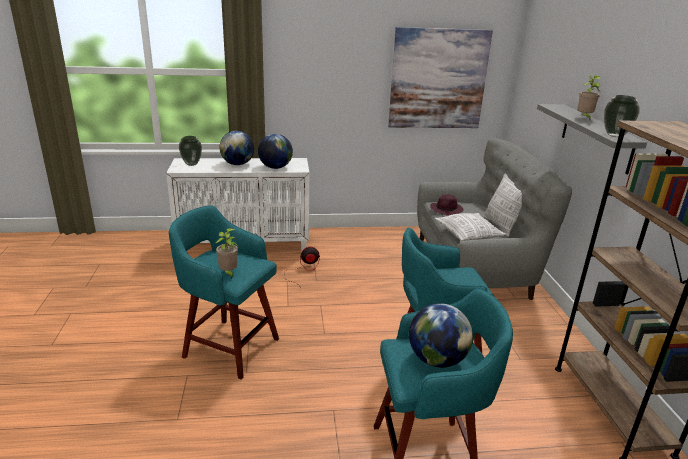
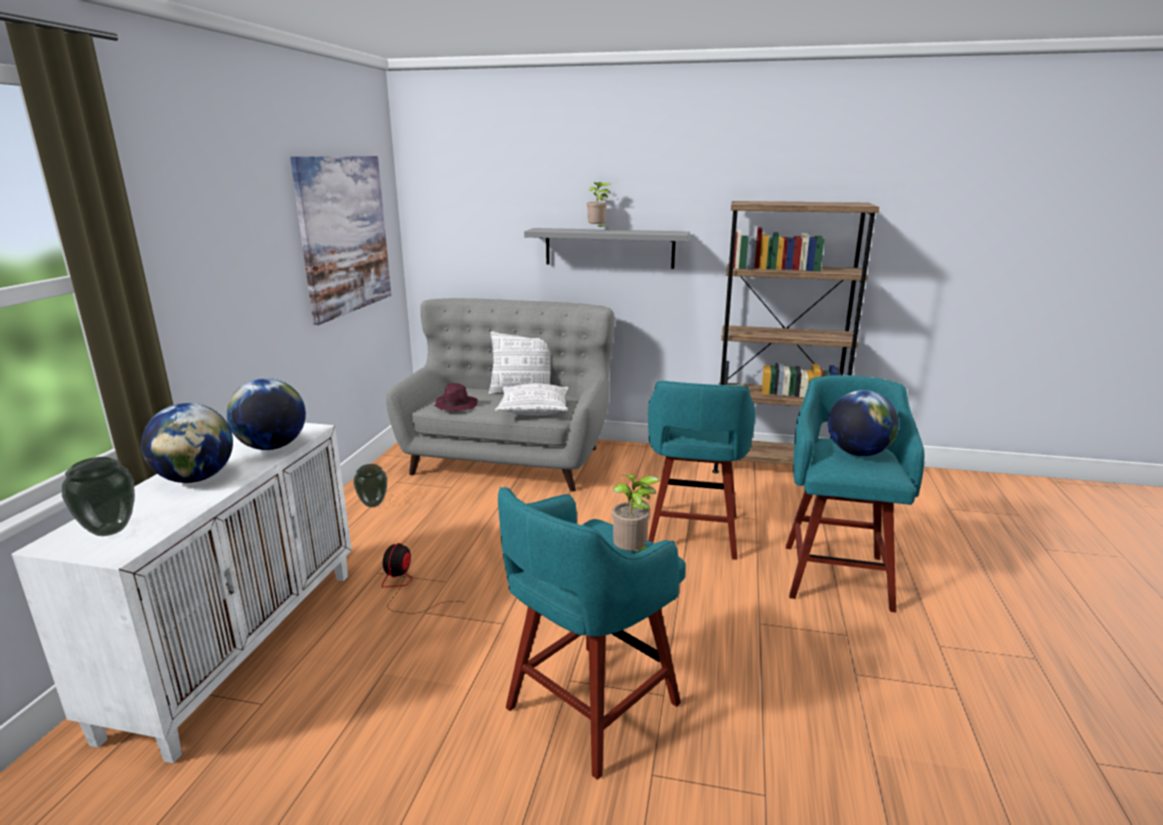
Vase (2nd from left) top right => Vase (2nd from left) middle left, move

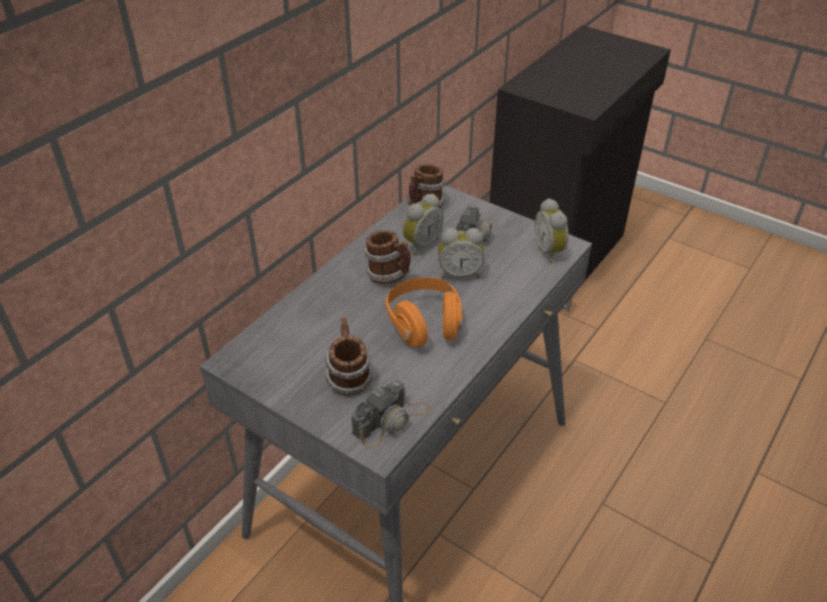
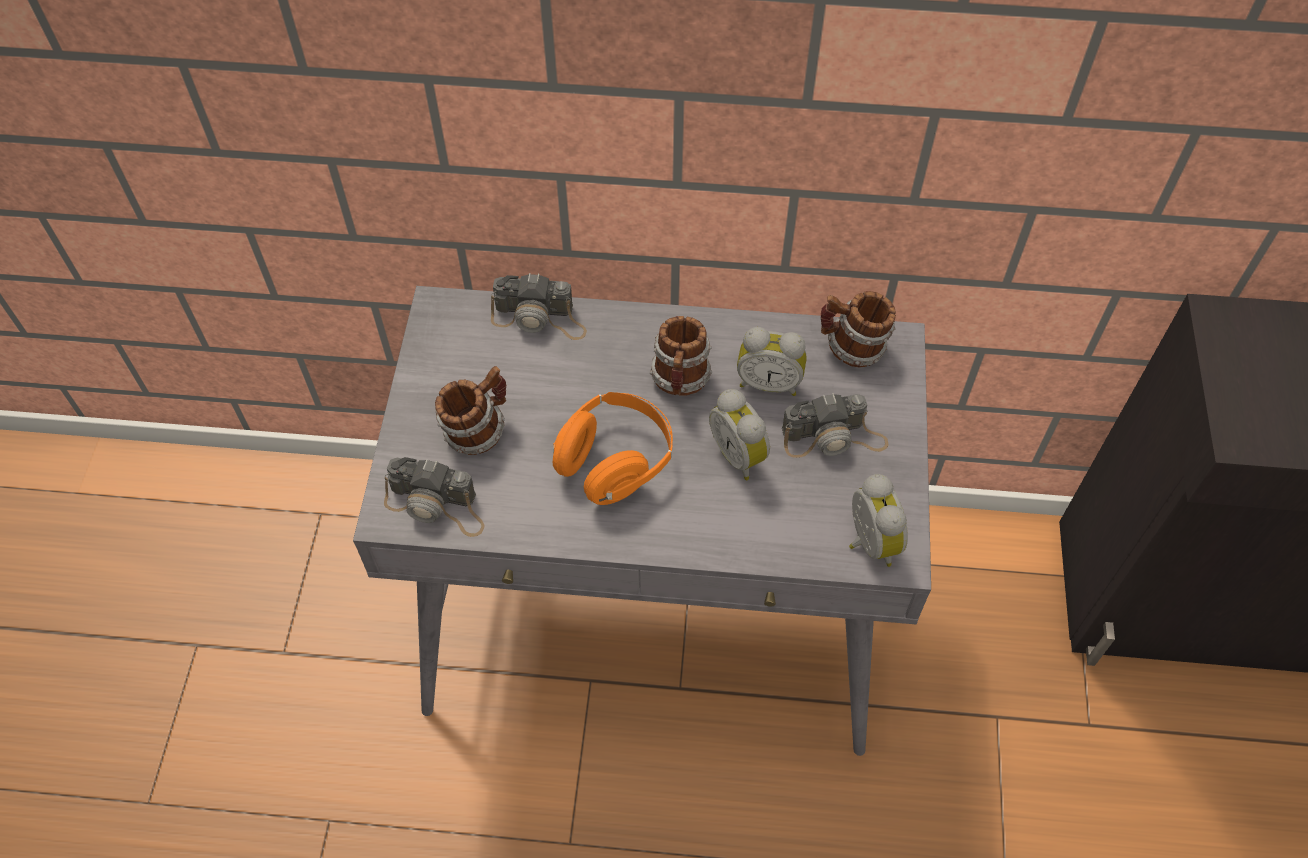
nothing => PhotoCamera (2nd from left) centre
AlarmClock (3rd from left) centre => AlarmClock (3rd from left) middle right, 120 degrees clockwise

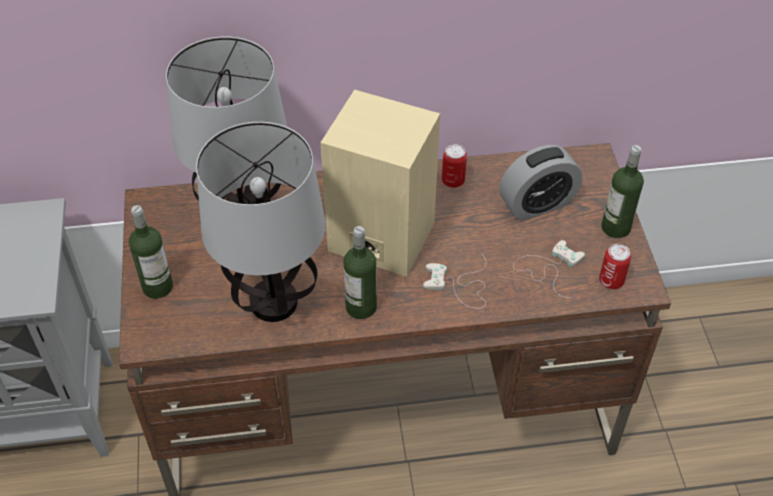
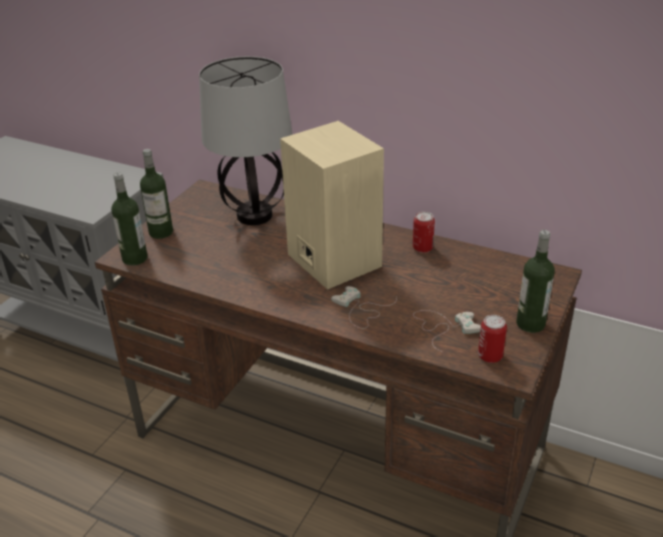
Bottle (2nd from left in the first image) centre => Bottle (1st from left) middle left, move
TableLamp (2nd from left) centre => nothing
AlarmClock middle right => nothing

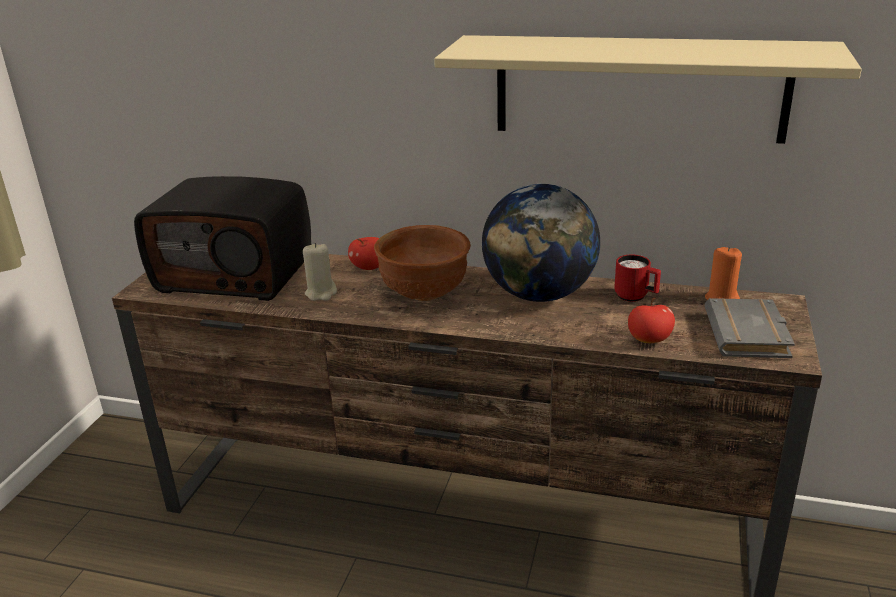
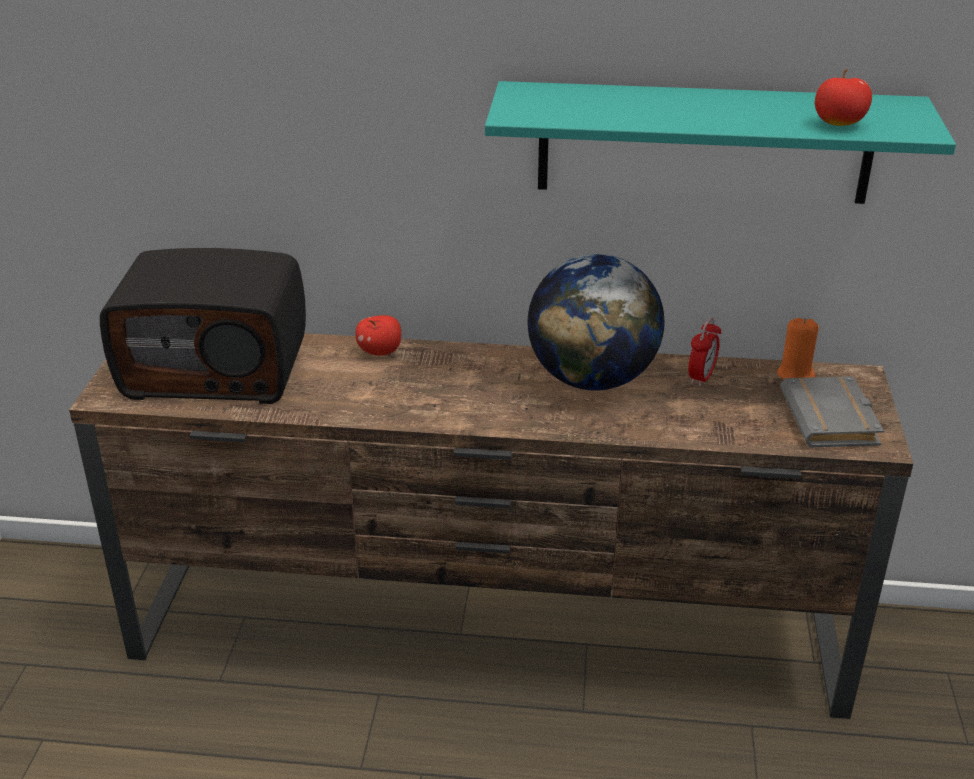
BeigeShelf top right => TurquoiseShelf top right
RedMug middle right => AlarmClock middle right
Apple (2nd from left) middle right => Apple (2nd from left) top right, move
BeigeCandle centre => nothing
BrownBowl centre => nothing

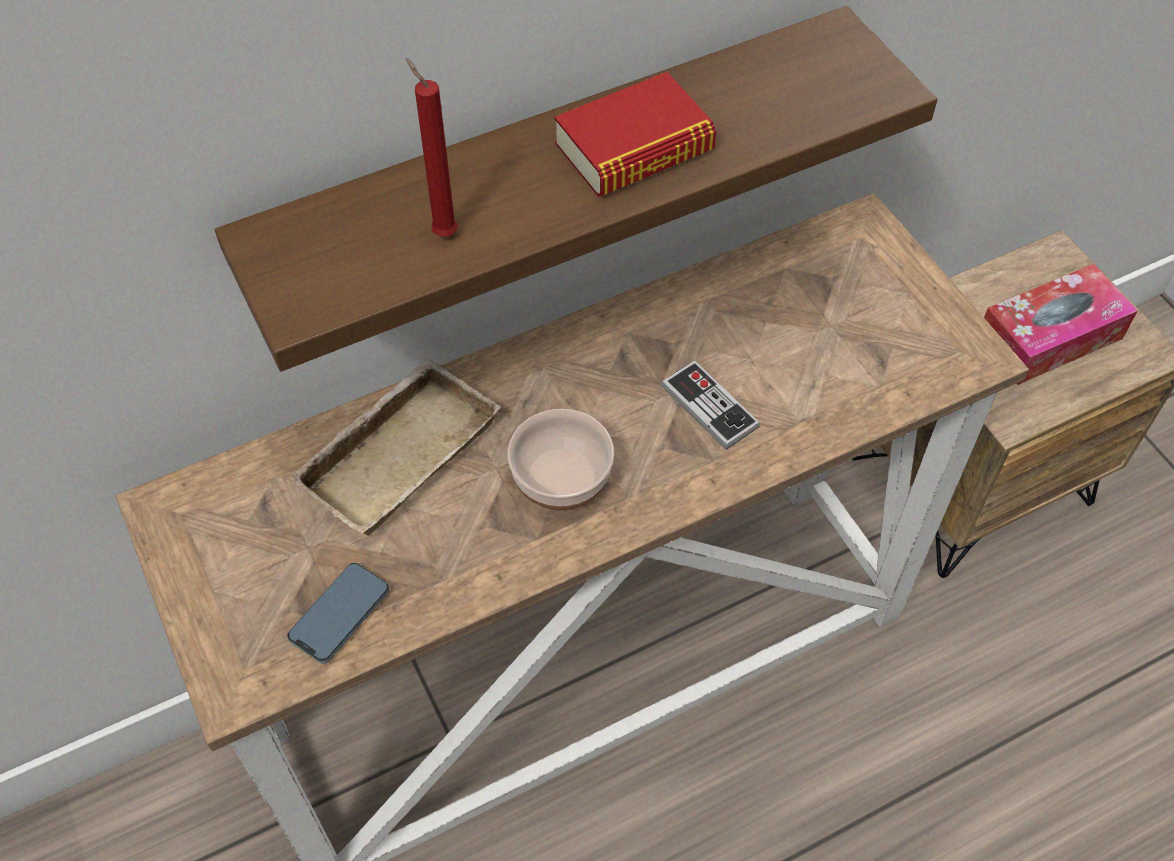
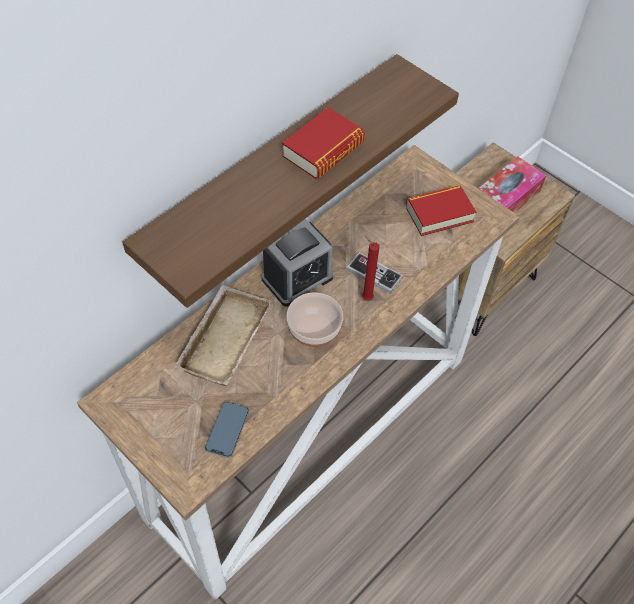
nothing => AlarmClock centre
RedCandle top centre => RedCandle centre, move
nothing => Book (2nd from left) middle right

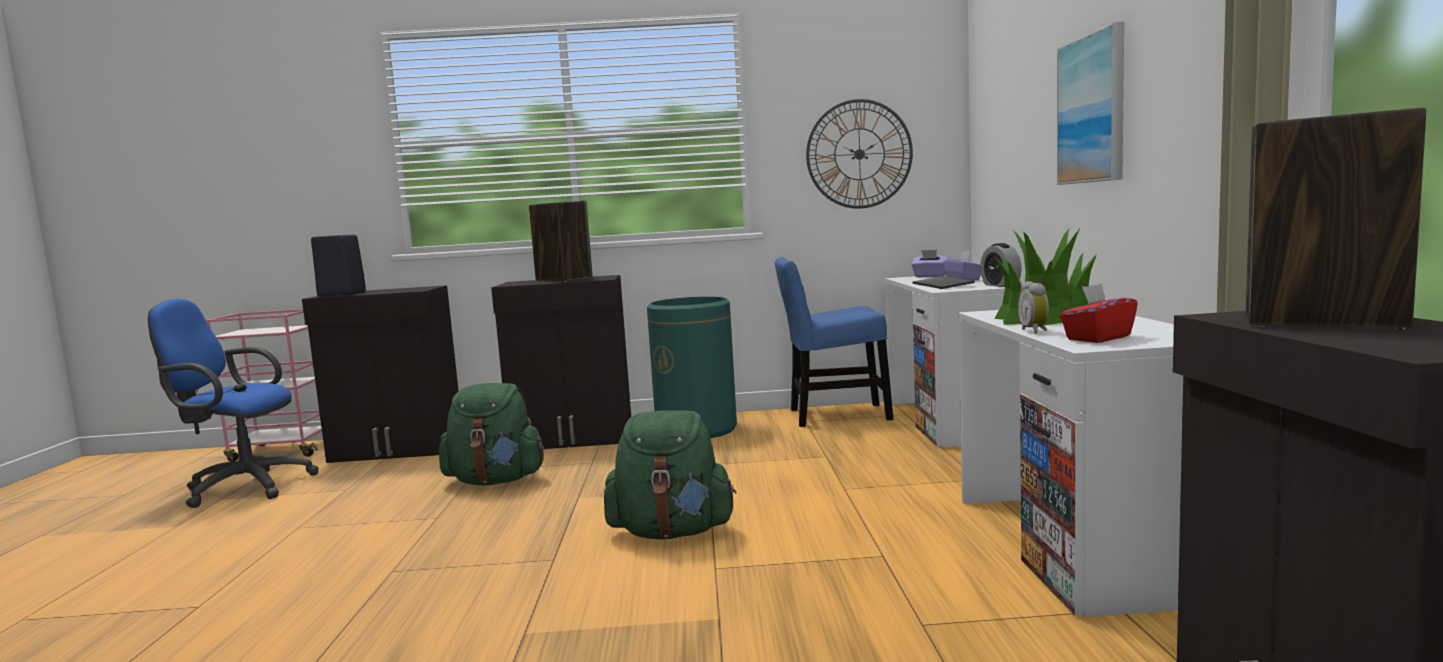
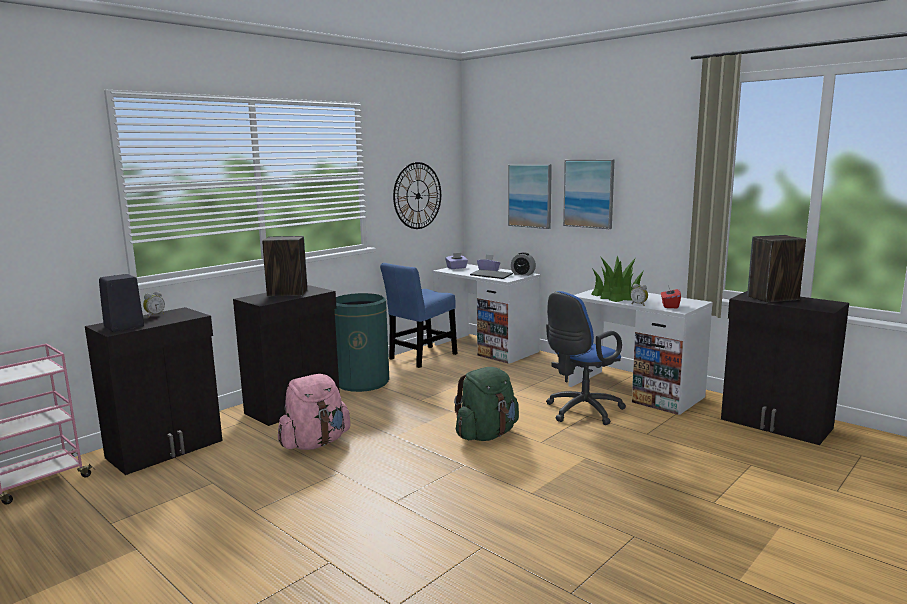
nothing => AlarmClock (1st from left) middle left
GreenBackpack (1st from left) centre => PinkBackpack bottom centre
nothing => Picture (1st from left) top centre
BlueOfficeChair middle left => BlueOfficeChair centre, move

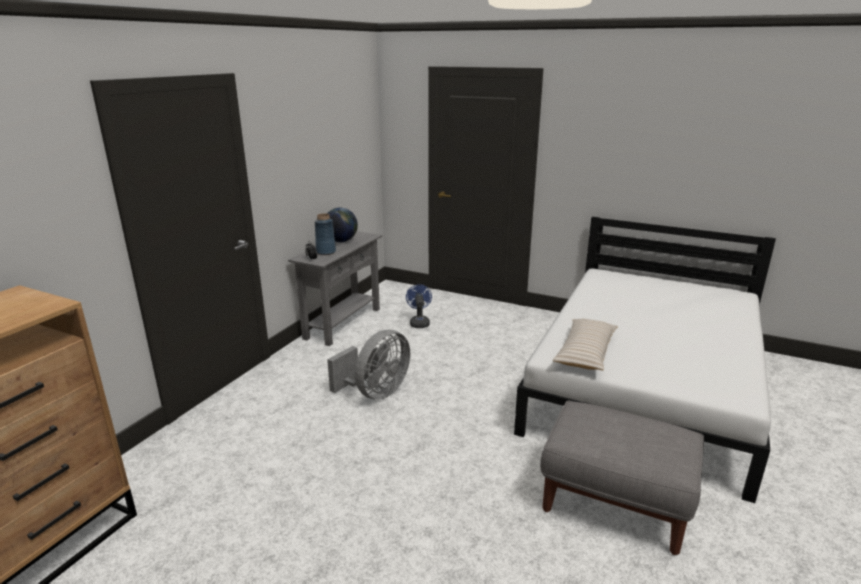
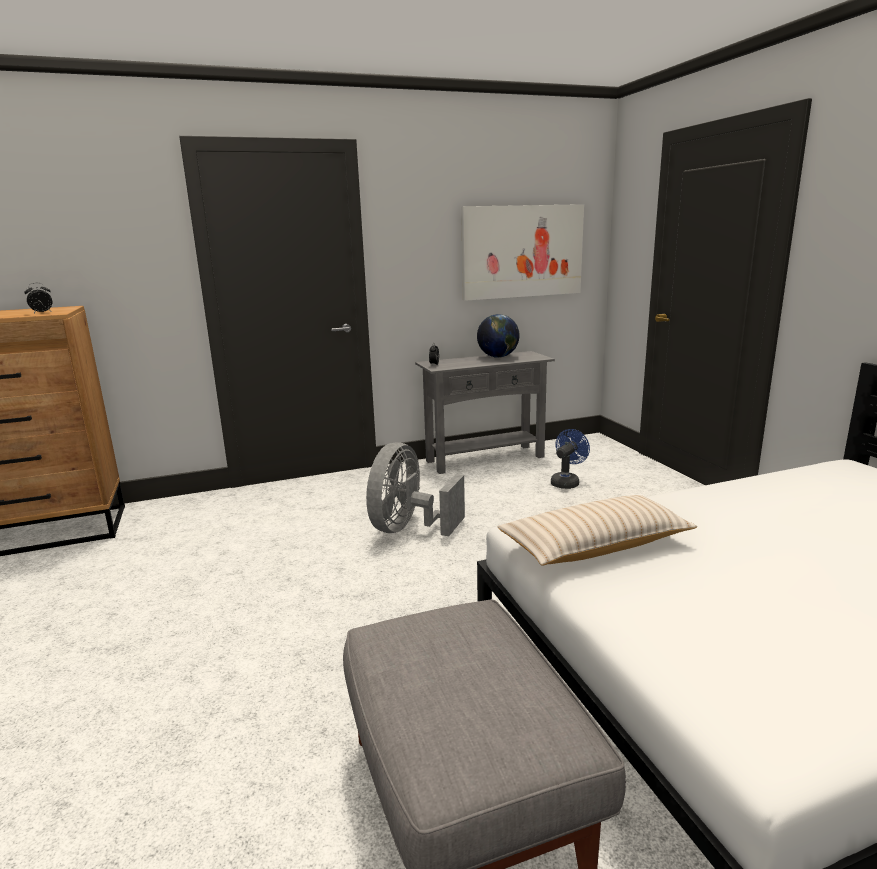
nothing => AlarmClock (1st from left) middle left
GreyFan centre, 120 degrees clockwise
nothing => Picture top centre
BlueVase centre => nothing

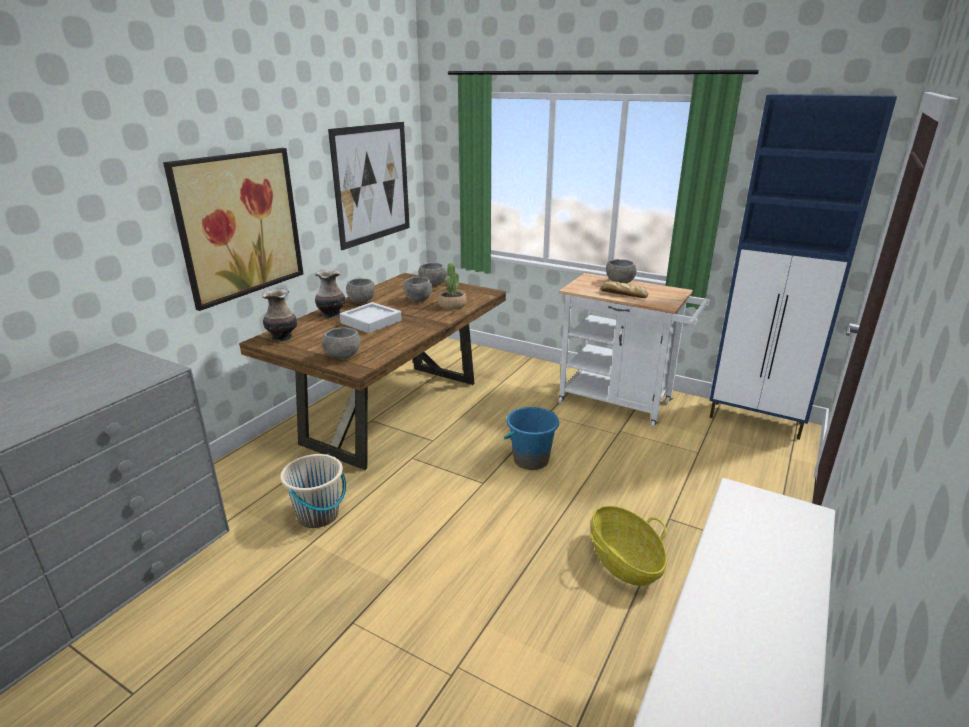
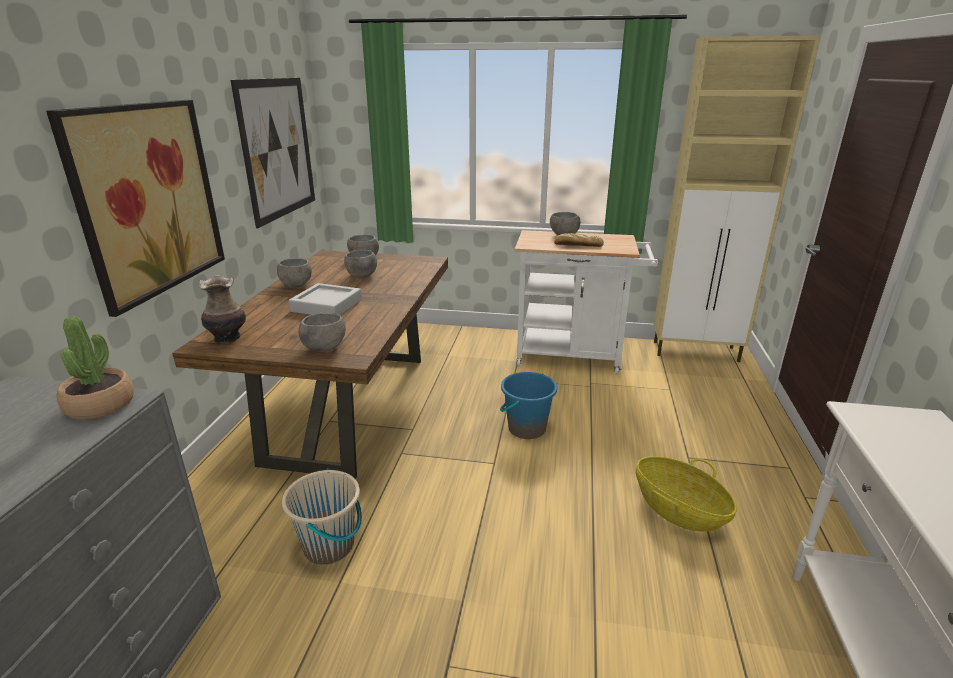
PottedPlant centre => PottedPlant middle left, move
BlueCabinet middle right => BeigeCabinet top right
Vase (2nd from left) centre => nothing

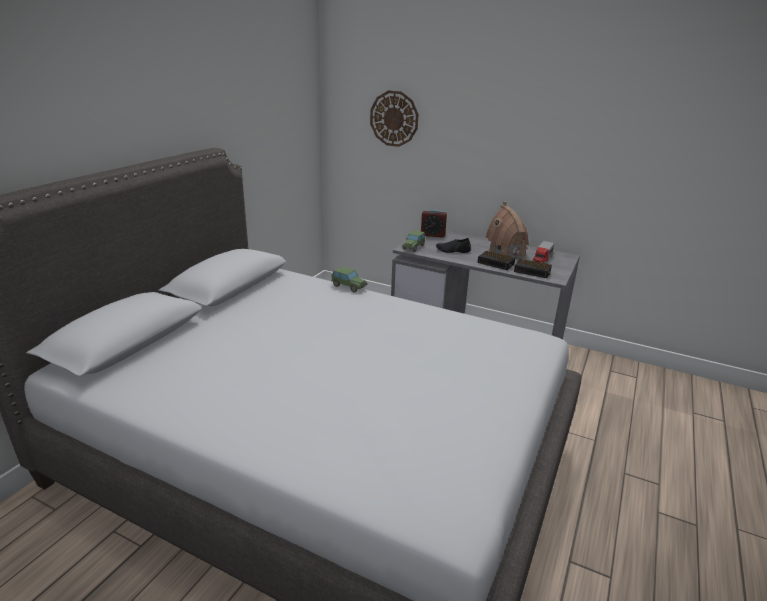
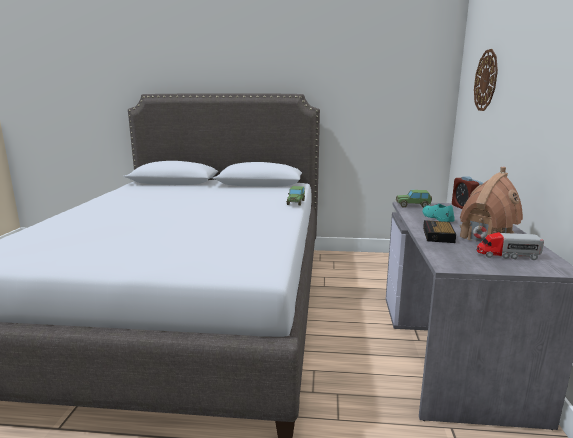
BlackShoe centre => TurquoiseShoe middle right
AlarmClock (3rd from left) middle right => nothing

